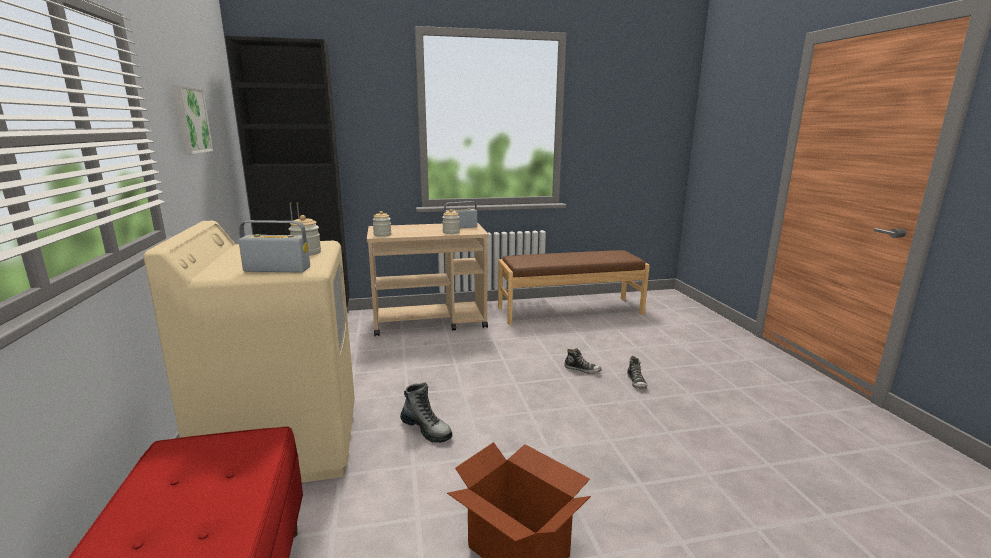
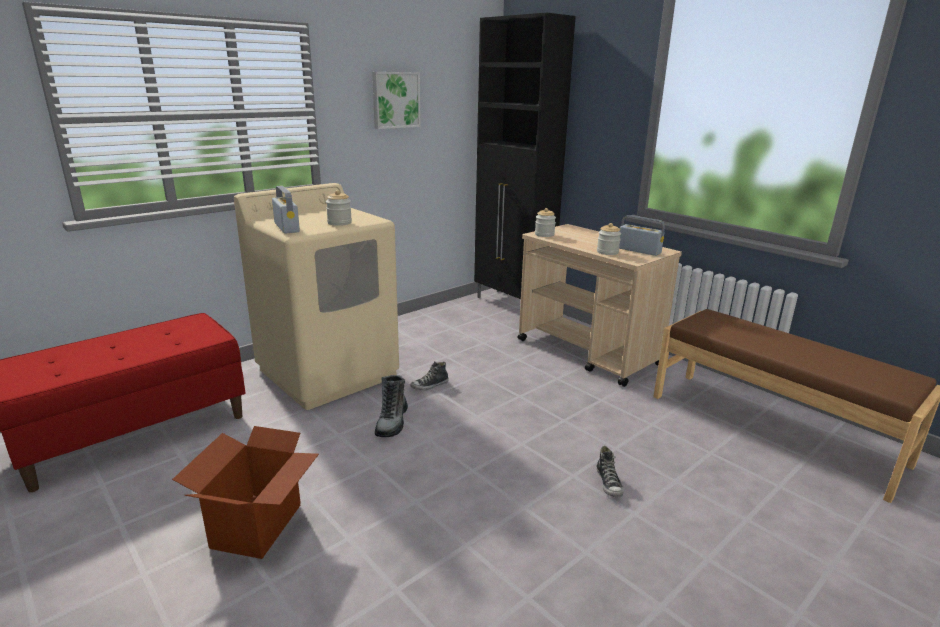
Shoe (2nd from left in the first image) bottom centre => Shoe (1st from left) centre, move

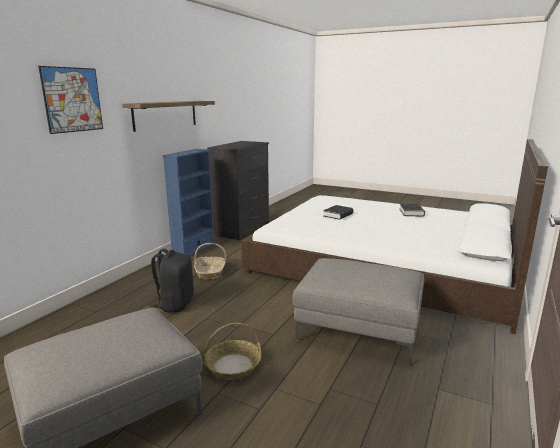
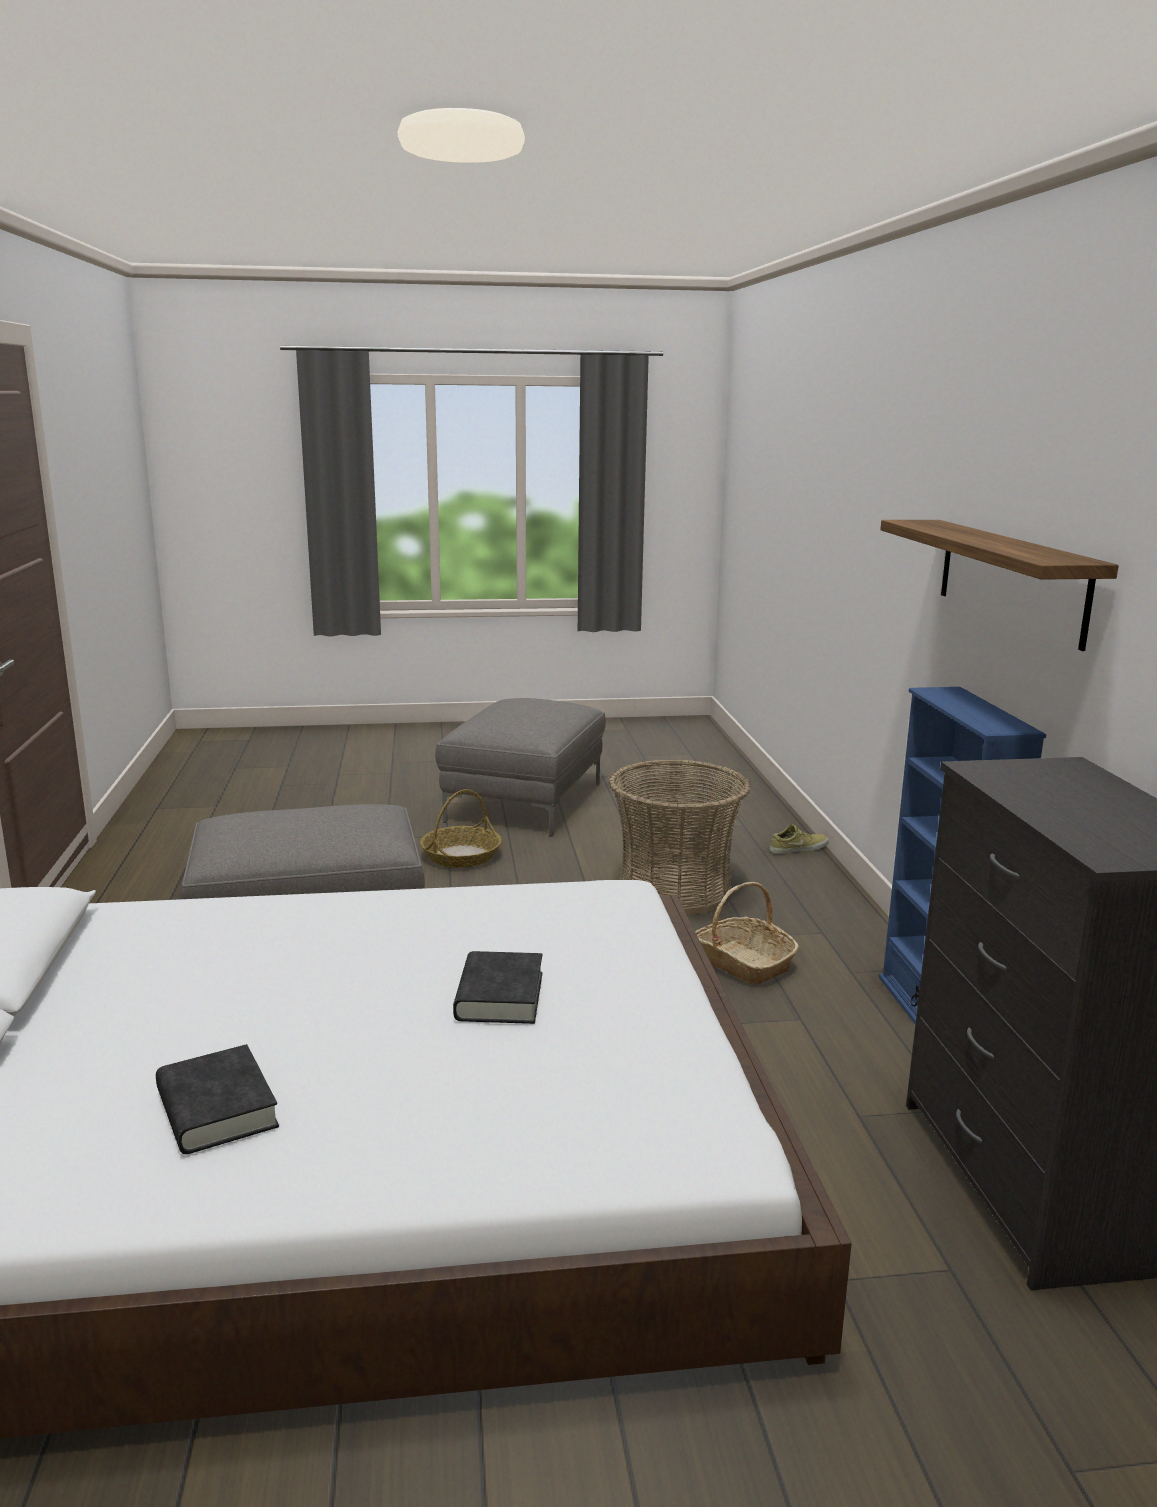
BlackBackpack middle left => Basket (2nd from left) centre
nothing => BeigeShoe middle right
Picture top left => nothing

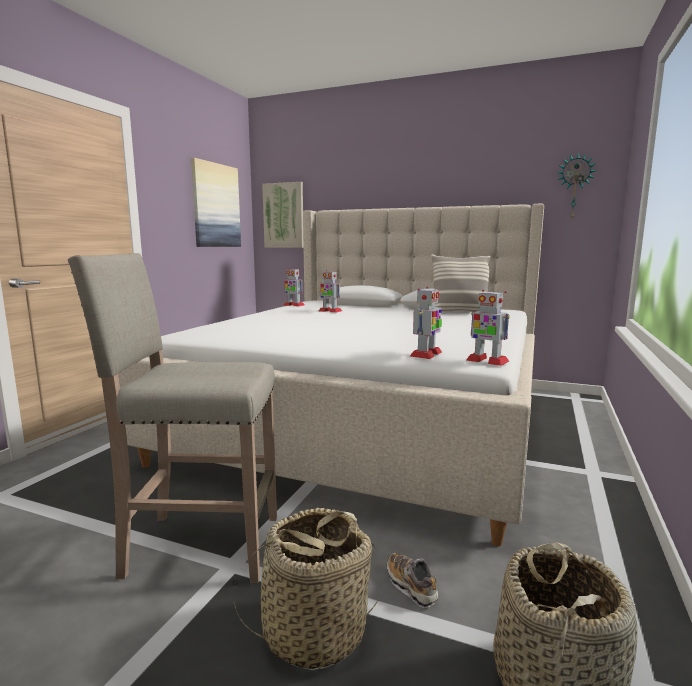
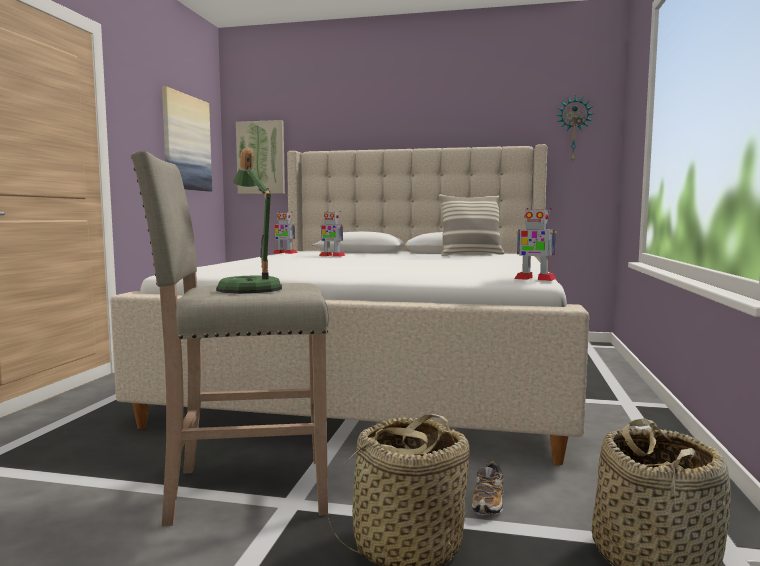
nothing => TableLamp middle left
Shoe bottom centre, 120 degrees counterclockwise
ToyRobot (3rd from left) centre => nothing

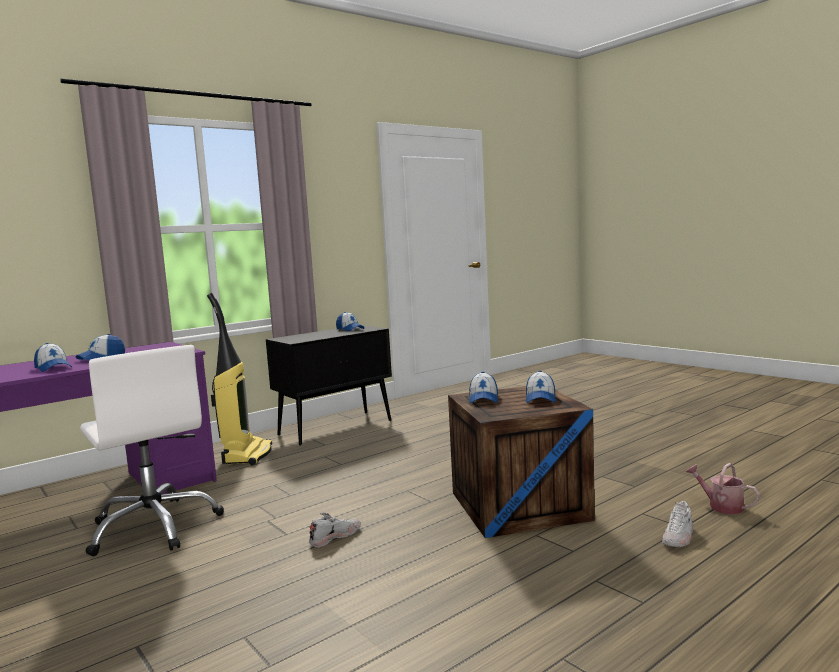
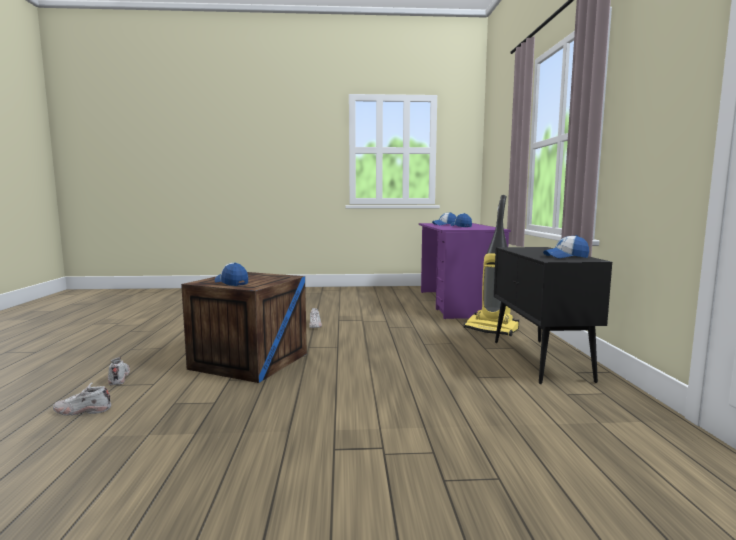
WateringCan bottom right => WhiteShoe (1st from left) bottom left
WhiteOfficeChair bottom left => nothing
Cap (4th from left) centre => nothing

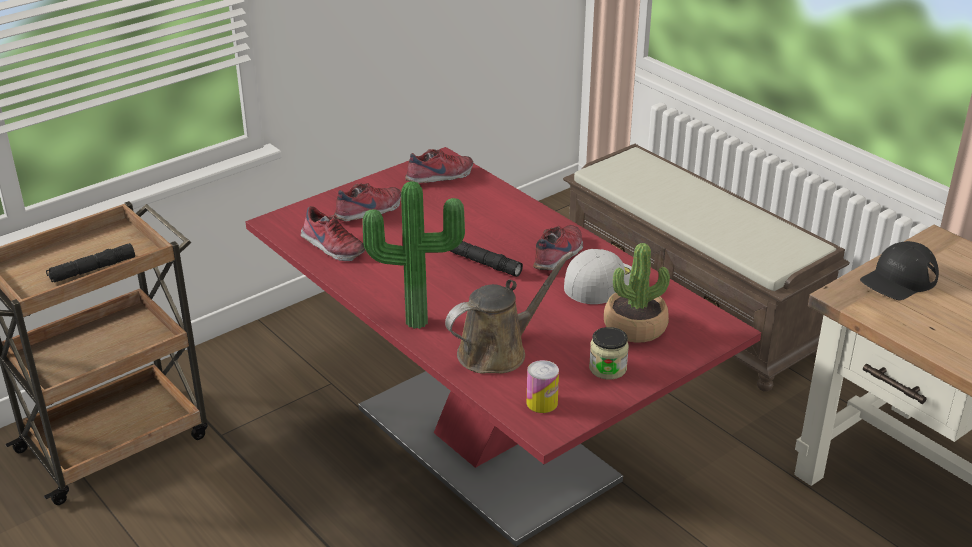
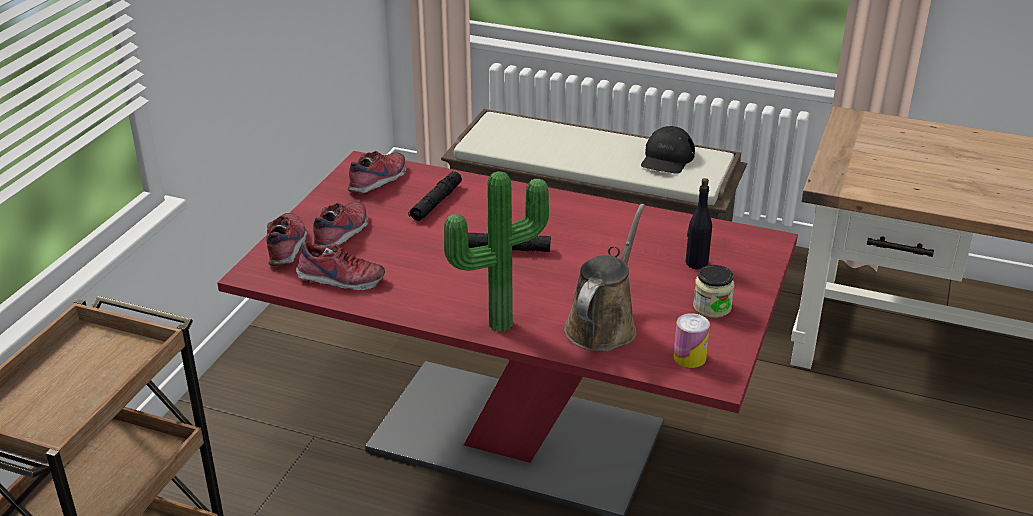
Shoe (4th from left in the first image) centre => Shoe (1st from left) middle left, move
BlackFlashlight (1st from left) middle left => BlackFlashlight (1st from left) centre, move
BlackCap middle right => BlackCap top centre, move
PottedPlant (2nd from left) centre => BlackBottle middle right
WhiteCap centre => nothing

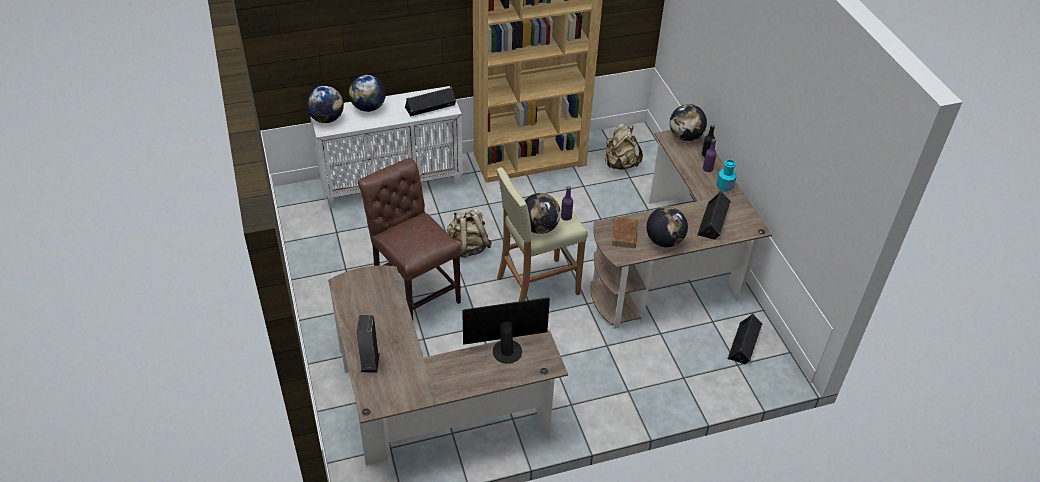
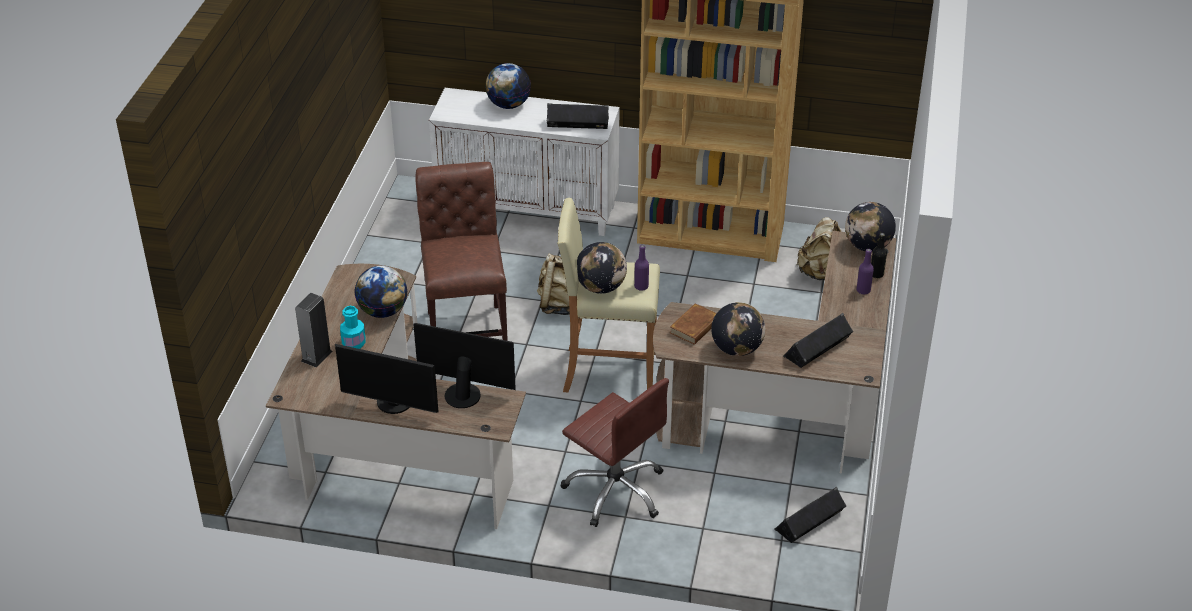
nothing => Monitor (1st from left) middle left
TurquoiseBottle middle right => TurquoiseBottle middle left, move
Globe (1st from left) top left => Globe (1st from left) middle left, move
nothing => BrownOfficeChair bottom centre

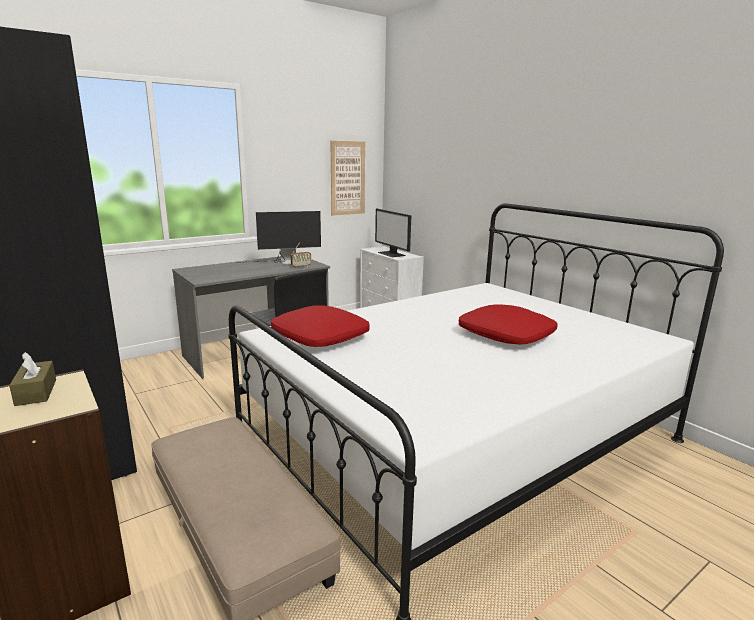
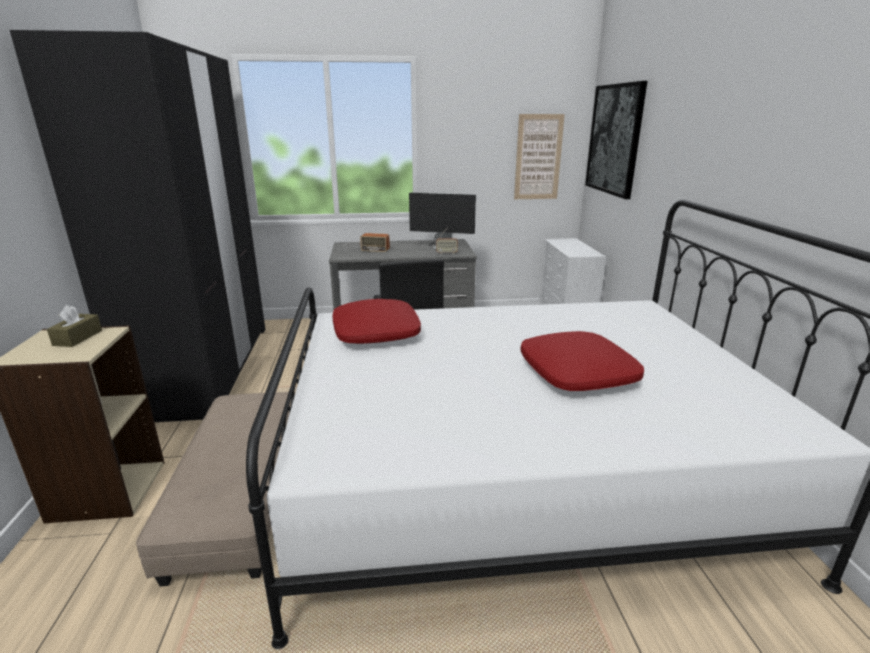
nothing => Radio (1st from left) centre
nothing => Picture (2nd from left) top right
Monitor (2nd from left) centre => nothing

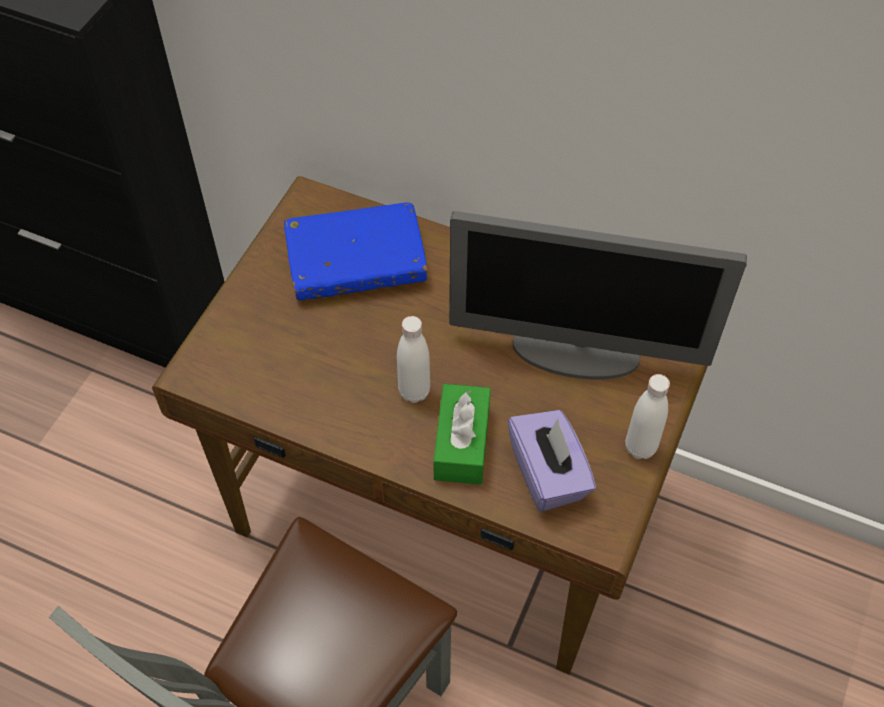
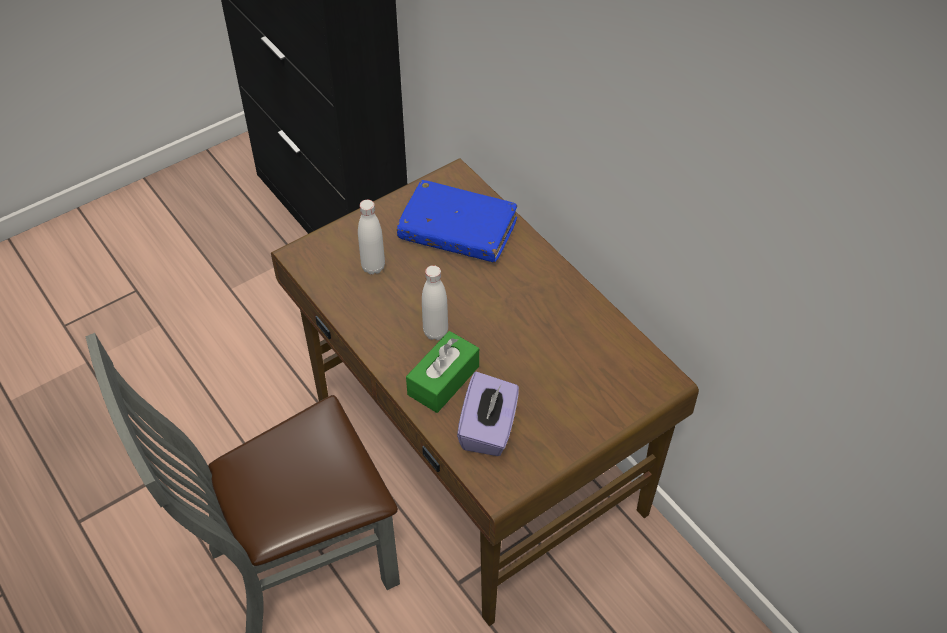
WhiteBottle (2nd from left in the first image) middle right => WhiteBottle (1st from left) centre, move
Monitor middle right => nothing

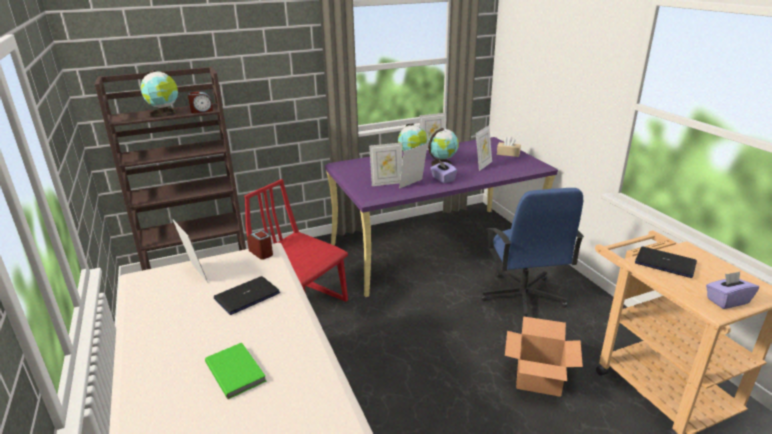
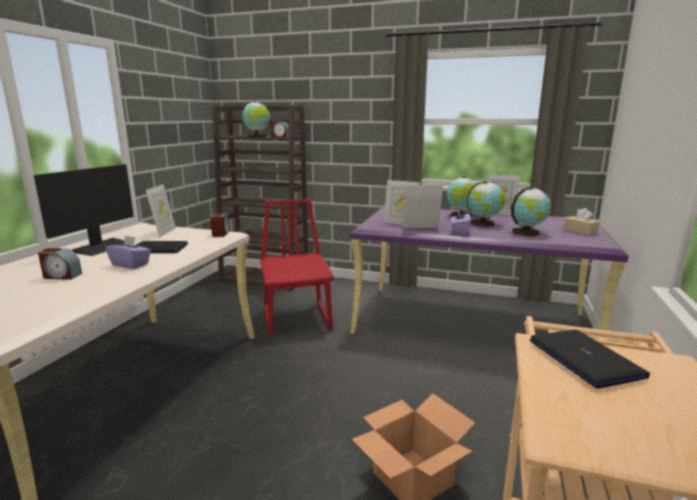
nothing => Monitor middle left
GreenBook bottom left => AlarmClock (1st from left) middle left
PurpleTissueBox (2nd from left in the first image) bottom right => PurpleTissueBox (1st from left) middle left, move
PictureFrame (5th from left) centre => Globe (4th from left) middle right
BlueOfficeChair middle right => nothing

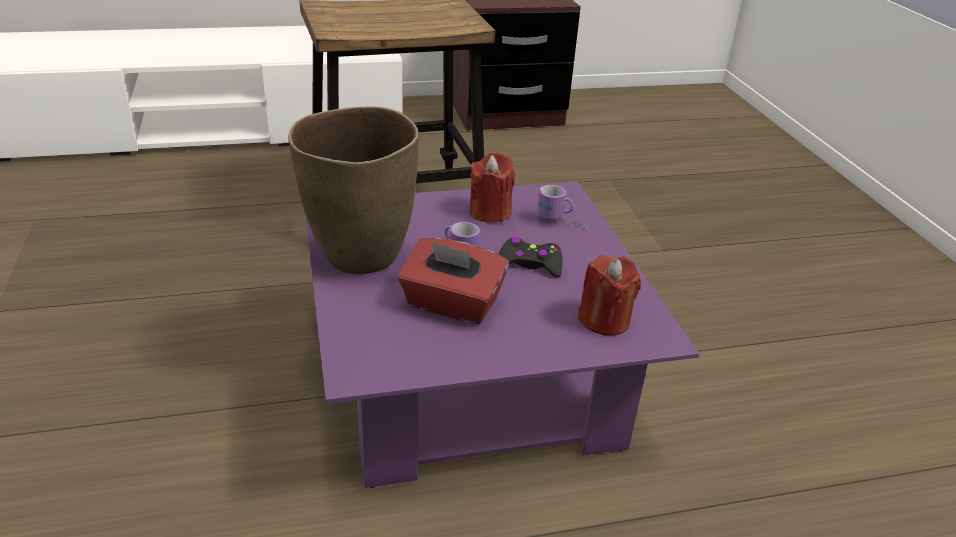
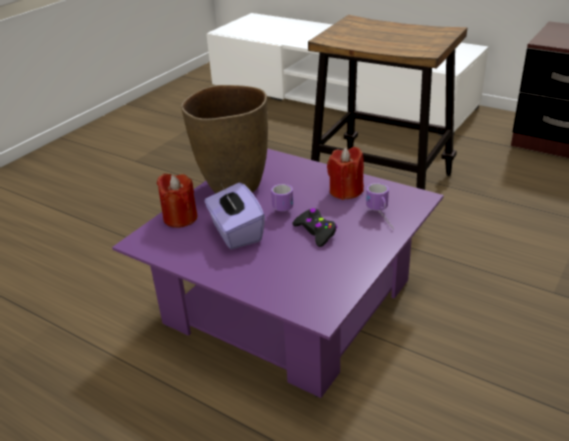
RedCandle (2nd from left in the first image) centre => RedCandle (1st from left) middle left, move
RedTissueBox centre => PurpleTissueBox centre

